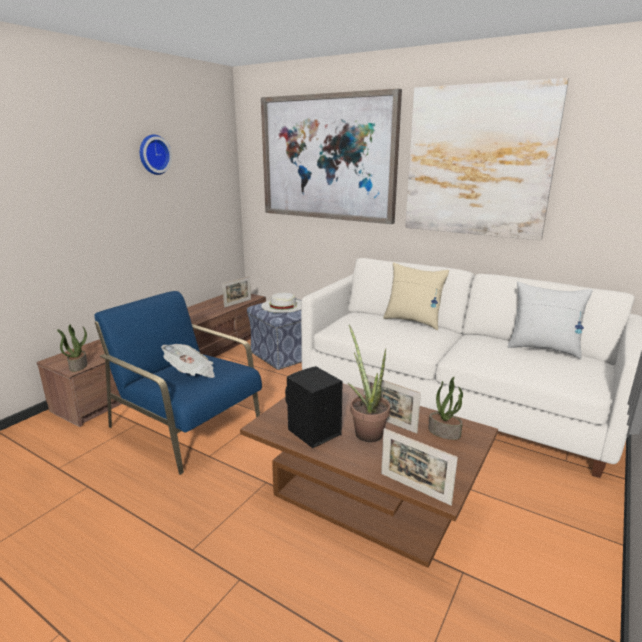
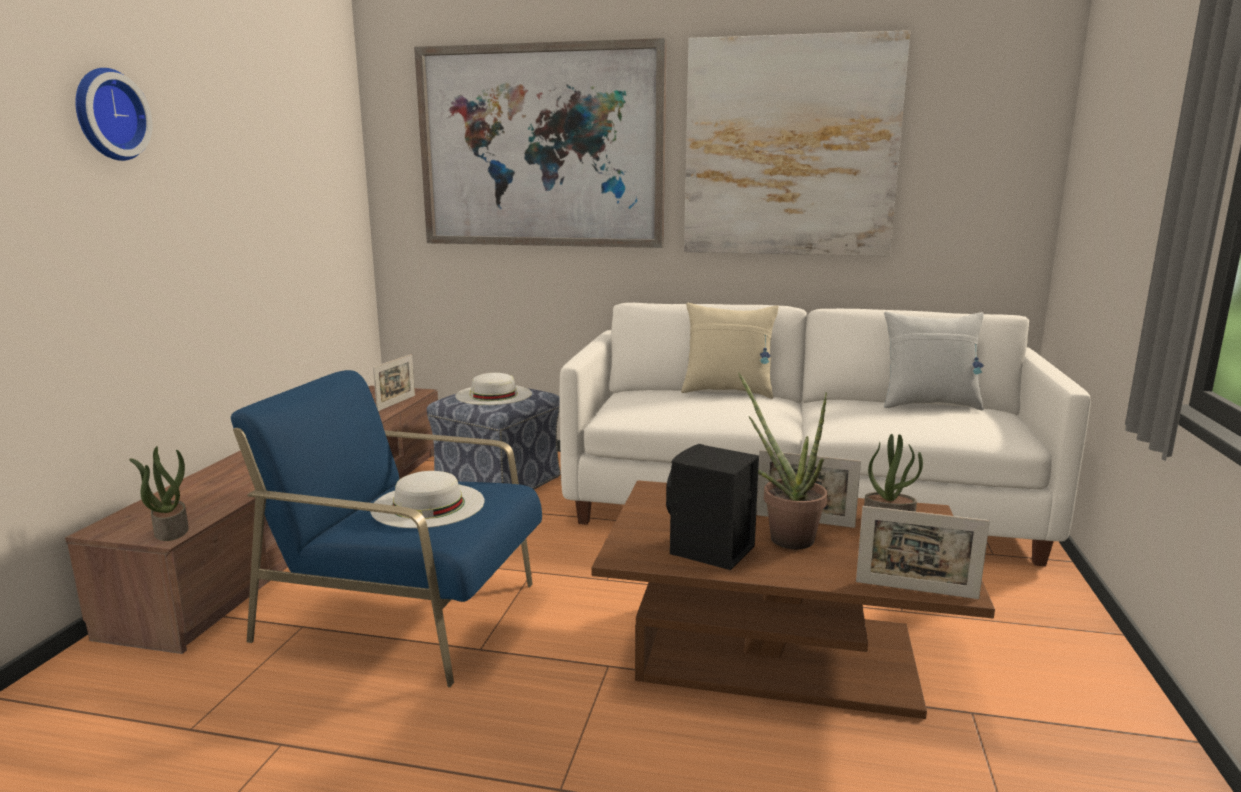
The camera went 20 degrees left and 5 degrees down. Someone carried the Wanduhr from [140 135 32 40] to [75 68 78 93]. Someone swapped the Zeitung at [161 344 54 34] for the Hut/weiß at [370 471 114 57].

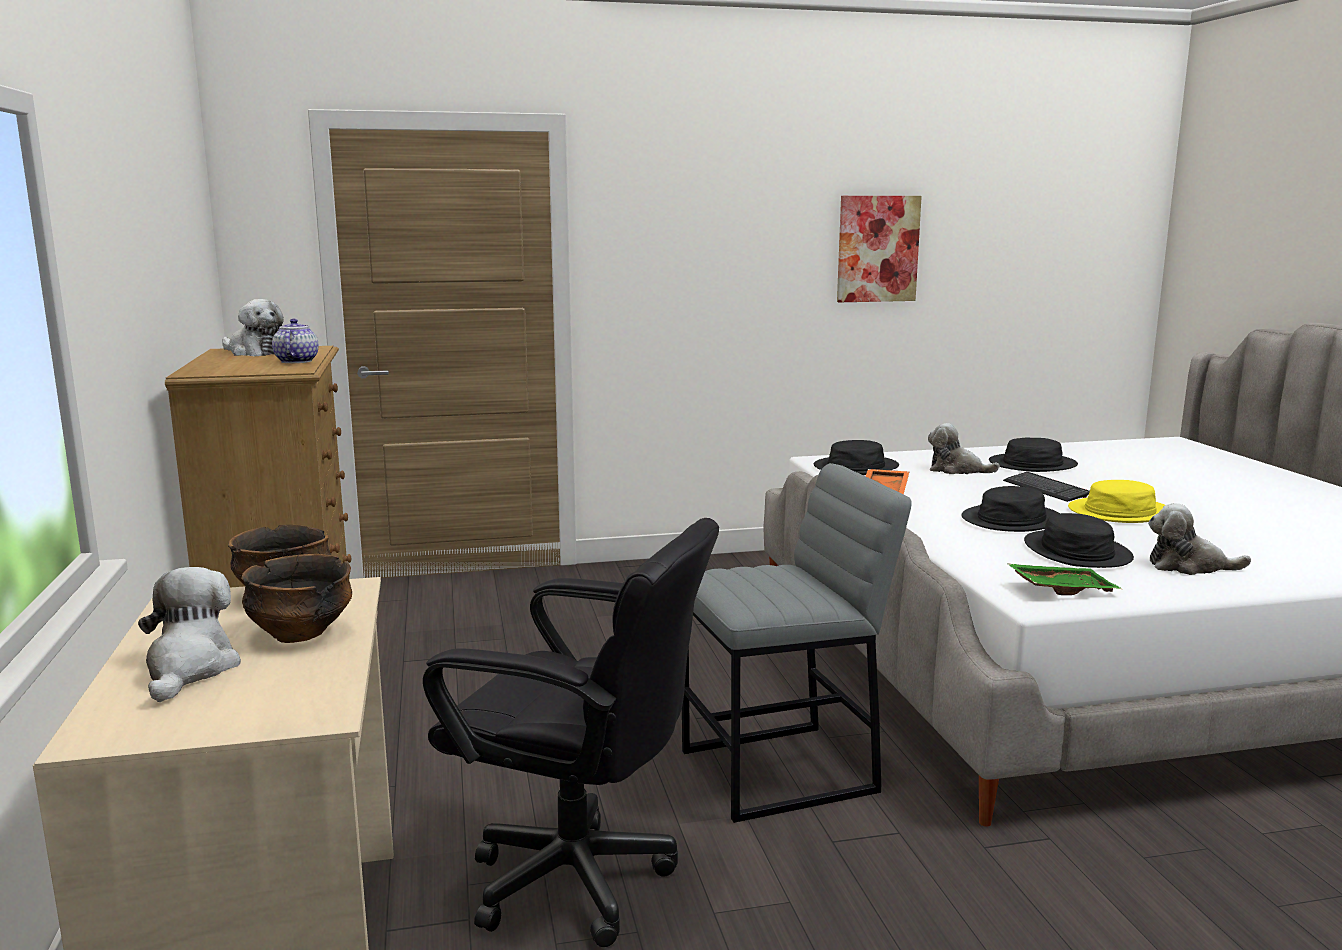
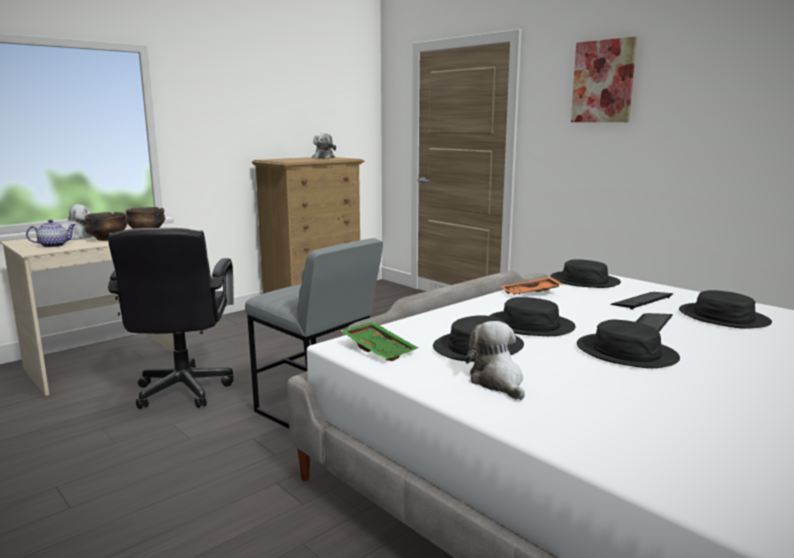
The camera went 60 degrees right and 0 degrees up. Someone carried the Teekanne from [272 319 47 44] to [26 219 50 29]. Someone carried the Bild from [837 196 85 106] to [571 37 66 85]. Someone swapped the Plüschtier at [928 423 72 51] for the Tastatur at [610 292 63 18]. Someone repainted the Hut/gelb at [1068 480 97 43], which became the Hut/schwarz at [577 320 103 48].

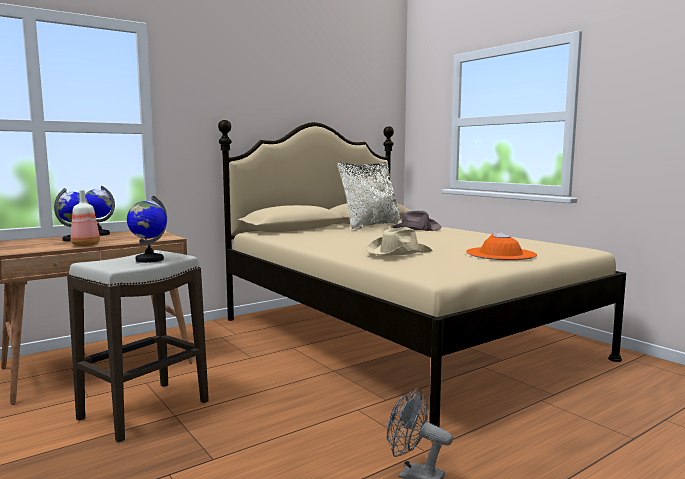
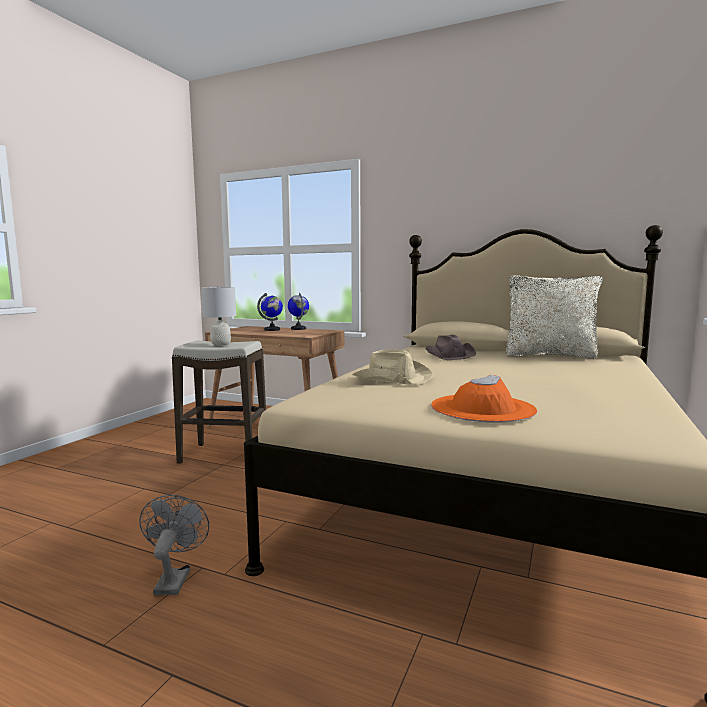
The camera went 60 degrees right and 0 degrees up. Someone took away the Flasche at [70 190 30 56]. Someone carried the Hut/braun from [390 211 52 20] to [425 334 51 26]. Someone swapped the Globus at [127 195 40 68] for the Tischlampe/grau at [201 287 35 59].

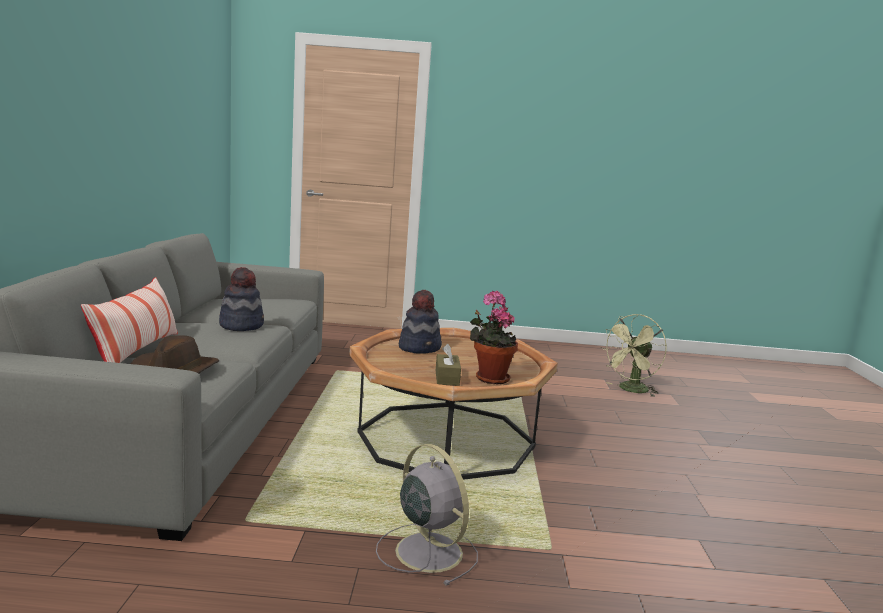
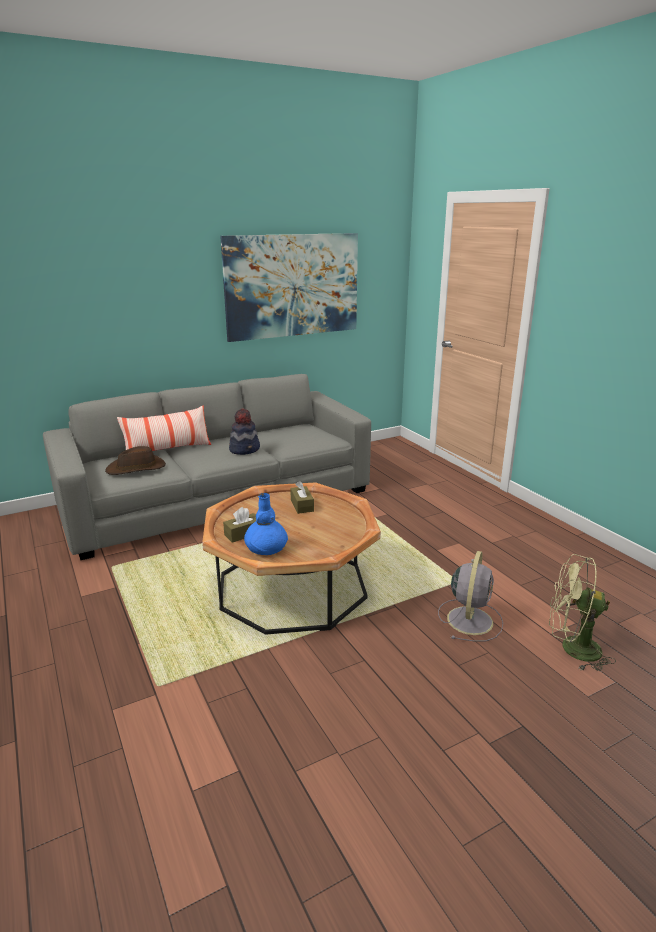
The camera went 60 degrees right and 10 degrees up. Someone put up the Bild at [220 233 138 109]. Someone carried the Ventilator/grau from [376 444 102 142] to [438 551 65 90]. Someone swapped the Hut at [399 290 43 64] for the Taschentuchbox/braun at [290 481 24 33]. Someone swapped the Topfpflanze at [470 291 48 93] for the Vase/blau at [244 493 44 62].

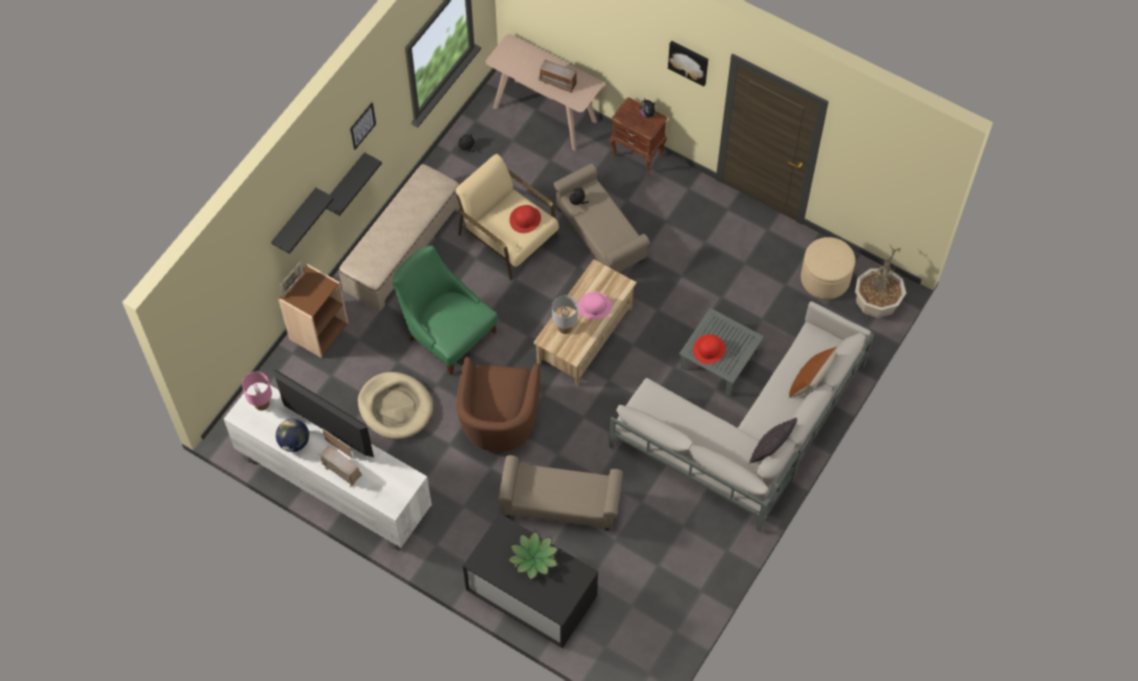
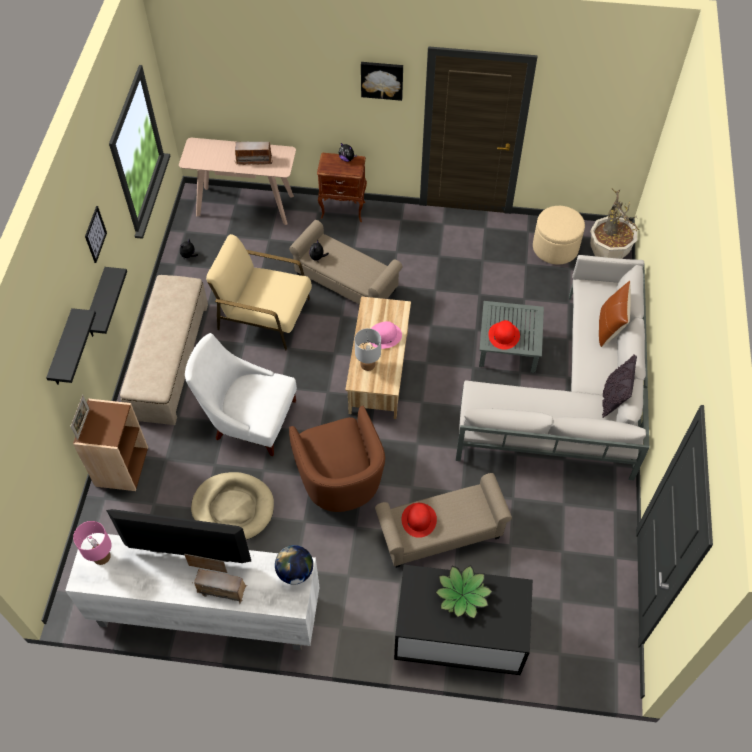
The camera went 25 degrees left and 5 degrees down. Someone carried the Globus from [276 419 33 33] to [275 545 38 40]. Someone carried the Hut/rot from [509 205 32 28] to [402 503 35 35]. Someone repainted the Sessel/grün at [393 246 105 129], which became the Sessel/weiß at [185 333 112 123].

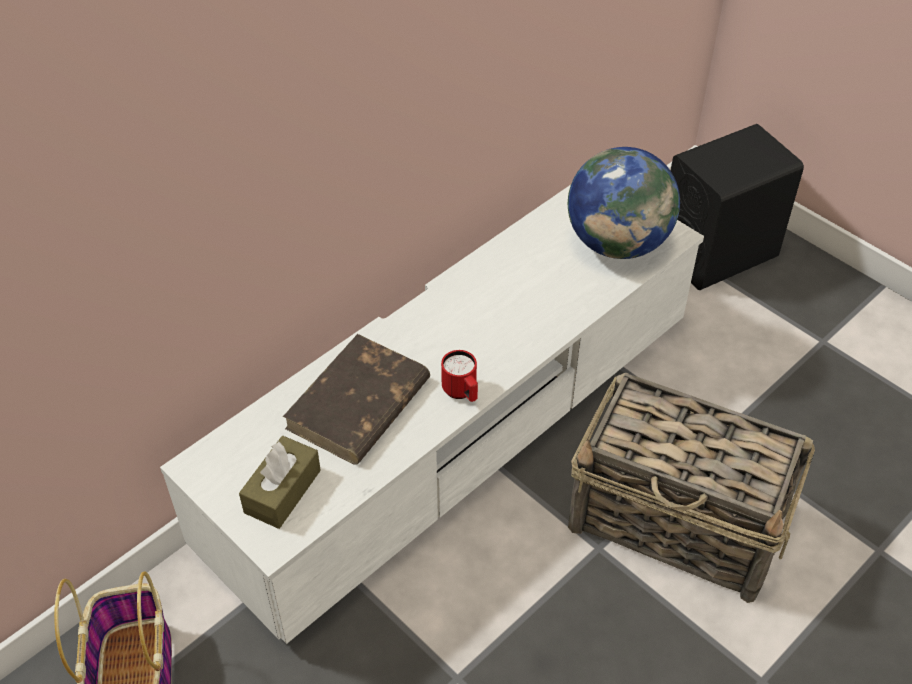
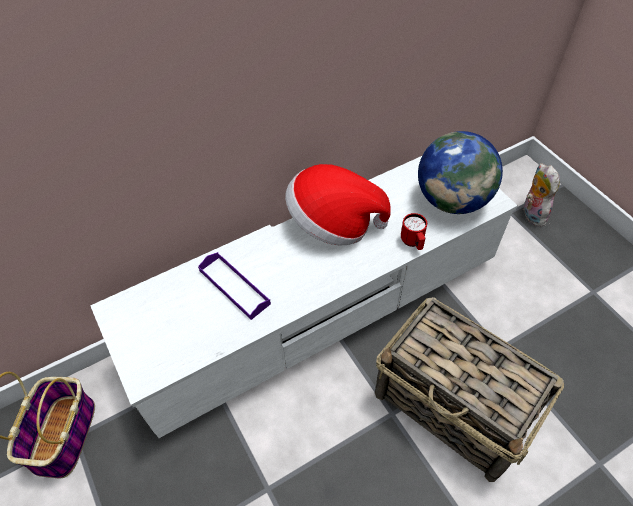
The camera went 15 degrees right and 5 degrees up. Someone took away the Taschentuchbox/braun at [239 436 82 93]. Someone put down the Hut at [285 164 106 81]. Someone carried the Henkelbecher/rot from [441 350 37 52] to [401 213 26 37]. Someone swapped the Buch/braun at [283 334 147 131] for the Tablett/lila at [198 252 73 68]. Someone swapped the Lautsprecher/schwarz at [671 124 133 166] for the Plüschtier at [523 163 37 63].

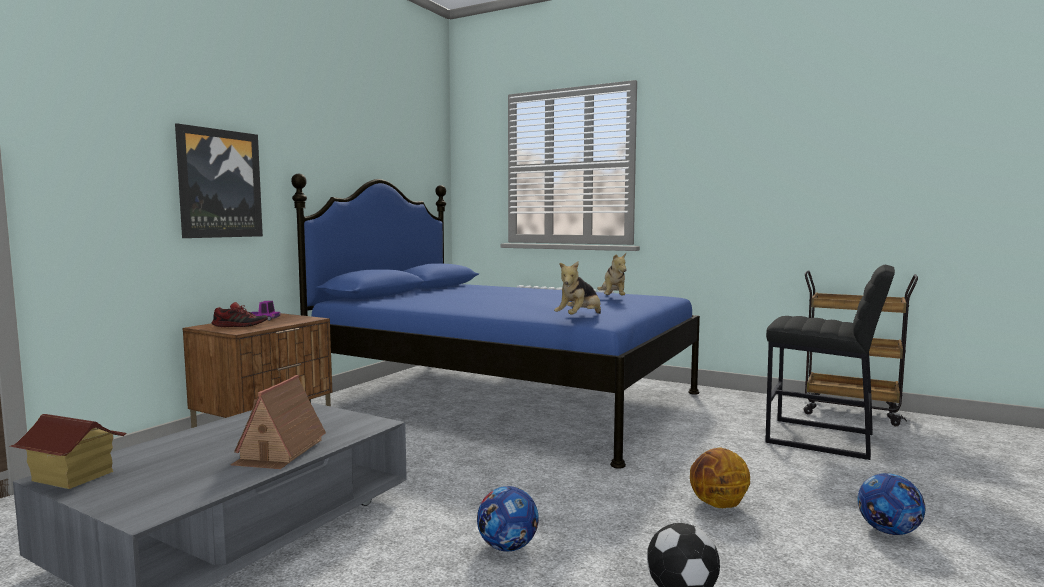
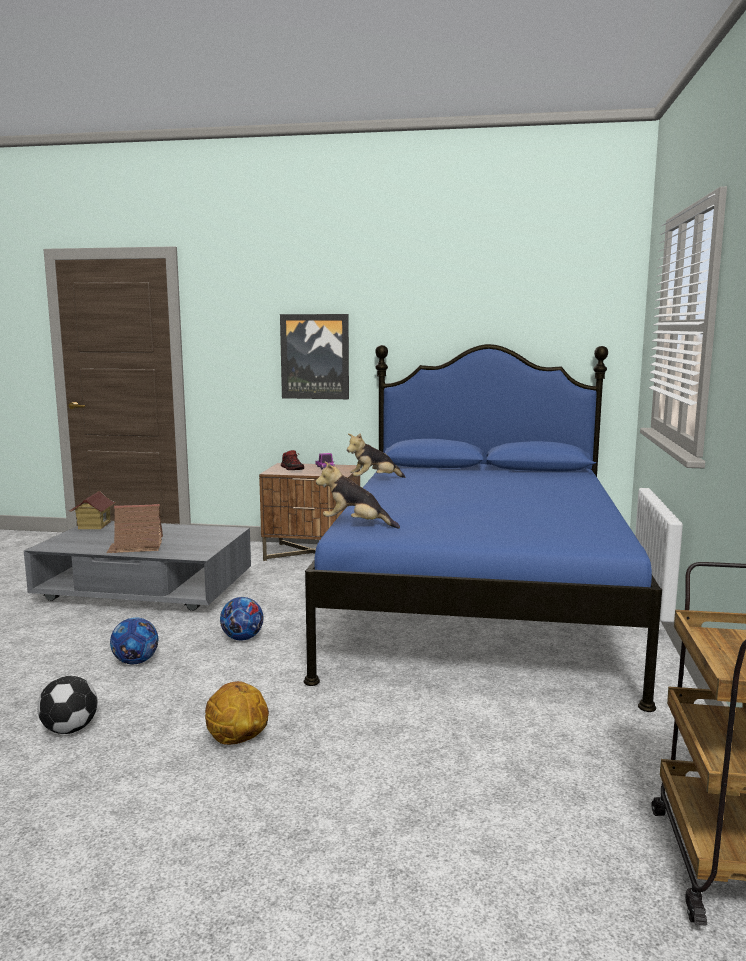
The camera went 70 degrees right and 5 degrees up. Someone took away the Stuhl/schwarz at [765 264 130 196]. Someone carried the Plüschtier from [597 253 30 42] to [347 433 58 45]. Someone carried the Fußball from [858 473 67 62] to [220 597 43 44].

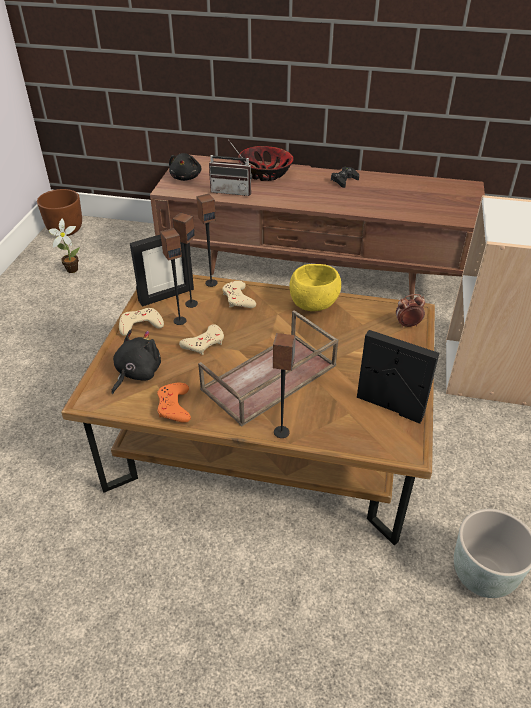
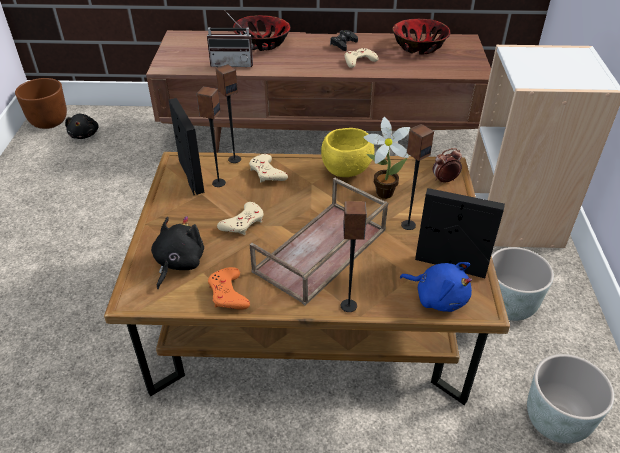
The camera went 10 degrees left and 0 degrees up. Someone put down the Schüssel at [392 19 58 35]. Someone put down the Plüschtier/blau at [400 262 72 50]. Someone put down the Pflanzkübel/grau at [491 247 63 74]. Someone carried the Topfpflanze from [49 218 31 55] to [363 117 47 82]. Someone carried the Gamepad/beige from [119 308 45 28] to [344 48 34 20]. Someone carried the Lautsprecher from [160 228 27 97] to [401 124 33 106]. Someone carried the Plüschtier/schwarz from [169 153 32 28] to [65 114 33 25]. Someone rotated the Bilderrahmen at [130 234 64 73] by 75 degrees counterclockwise.

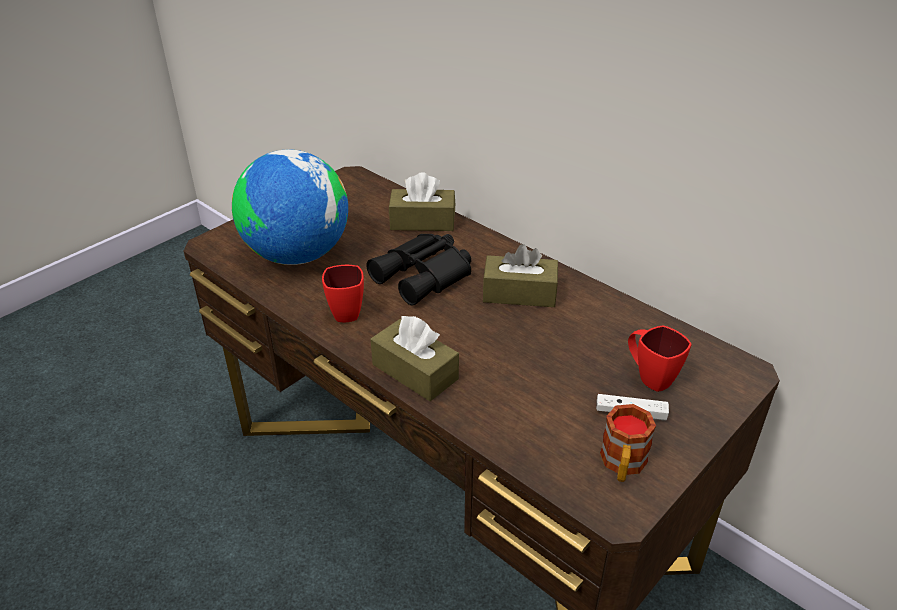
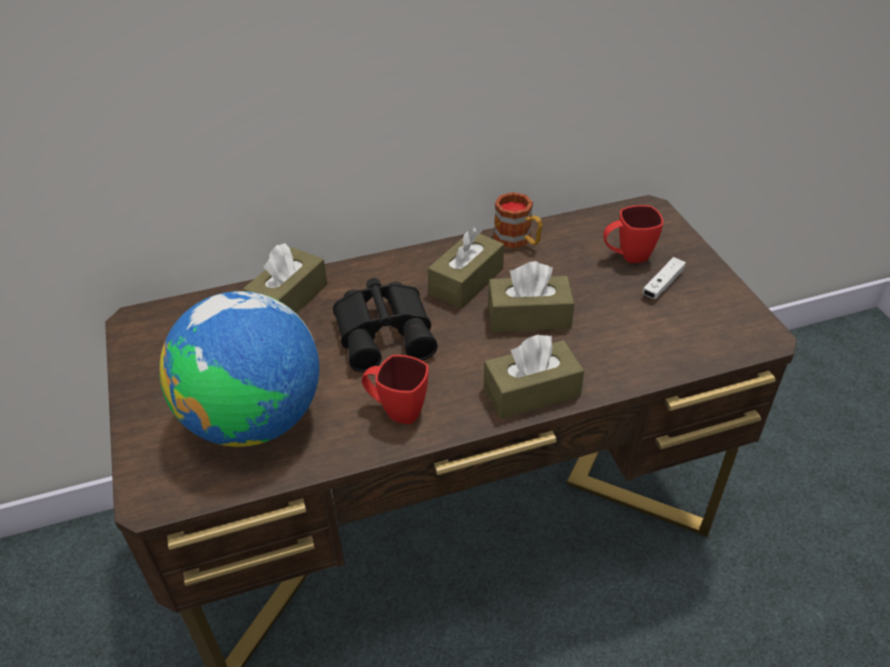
The camera went 60 degrees left and 5 degrees up. Someone put down the Taschentuchbox/braun at [488 261 86 71]. Someone carried the Henkelbecher from [600 404 56 78] to [494 192 49 57].

